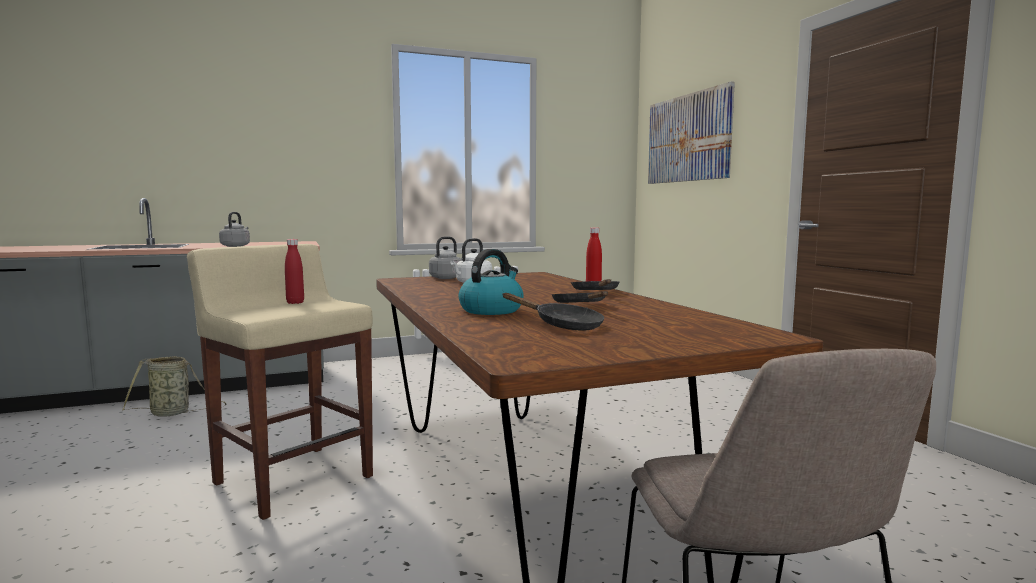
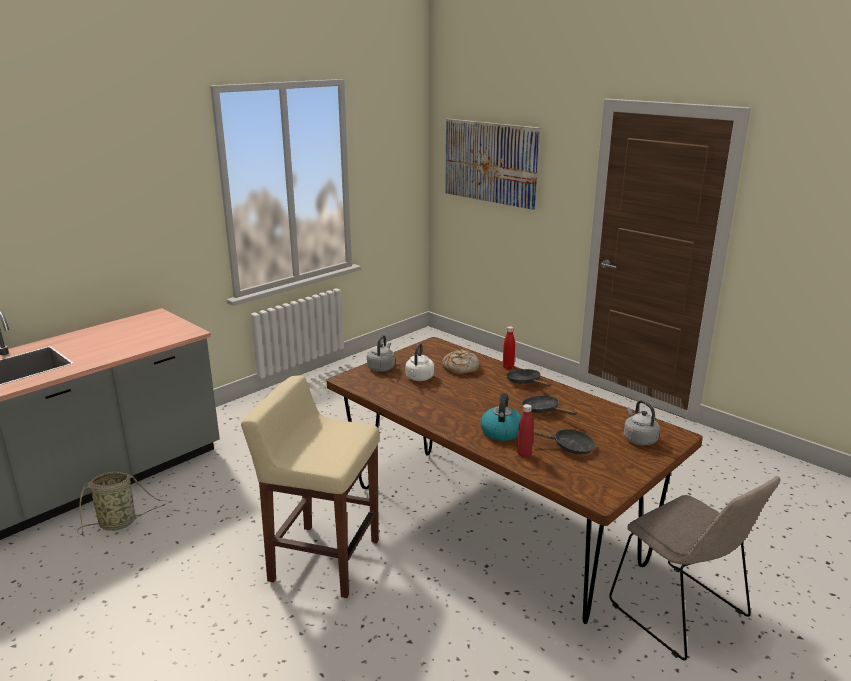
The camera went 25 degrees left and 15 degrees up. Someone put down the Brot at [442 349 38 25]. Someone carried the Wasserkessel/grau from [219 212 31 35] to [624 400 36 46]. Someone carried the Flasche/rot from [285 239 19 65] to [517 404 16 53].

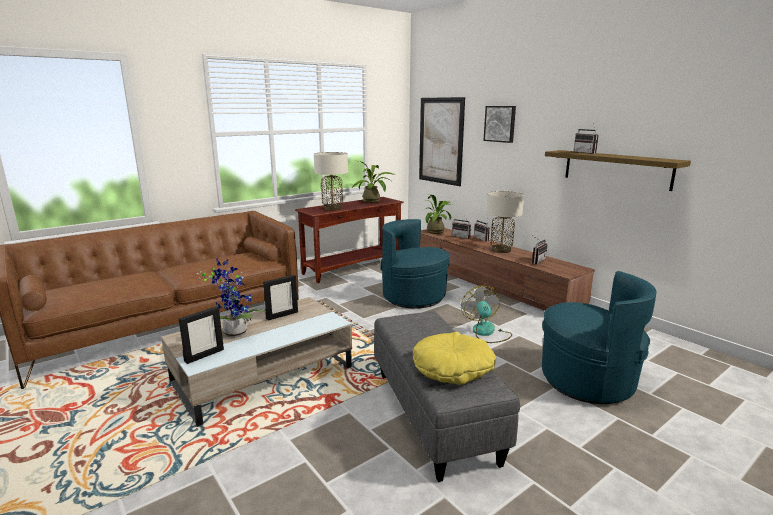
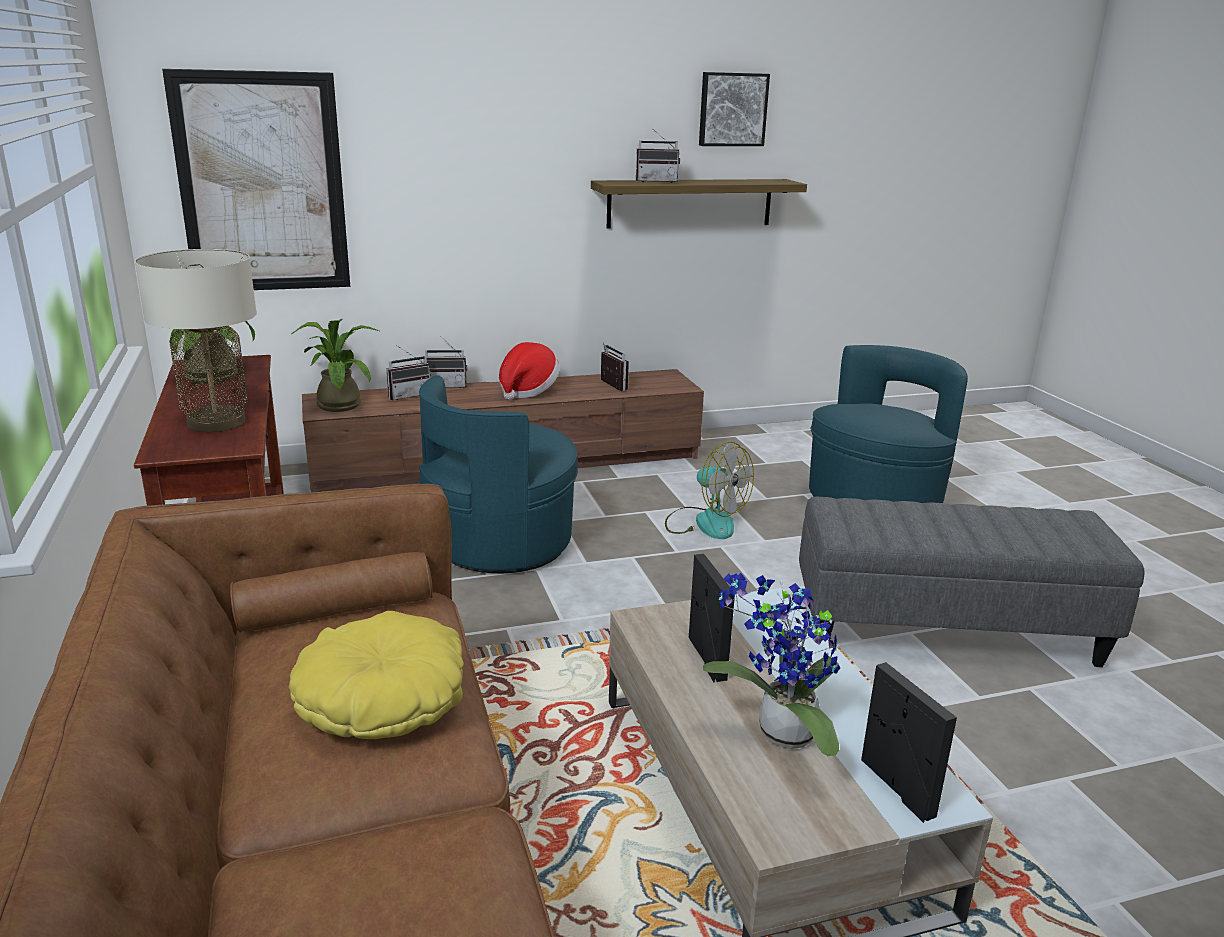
The camera went 70 degrees left and 5 degrees up. Someone carried the Kissen/gelb from [413 332 83 53] to [289 611 175 128]. Someone carried the Bild from [483 106 33 37] to [699 72 71 74]. Someone swapped the Tischlampe at [486 191 38 62] for the Hut at [499 342 61 58]. Someone rotated the Ventilator at [461 286 51 57] by 150 degrees counterclockwise.

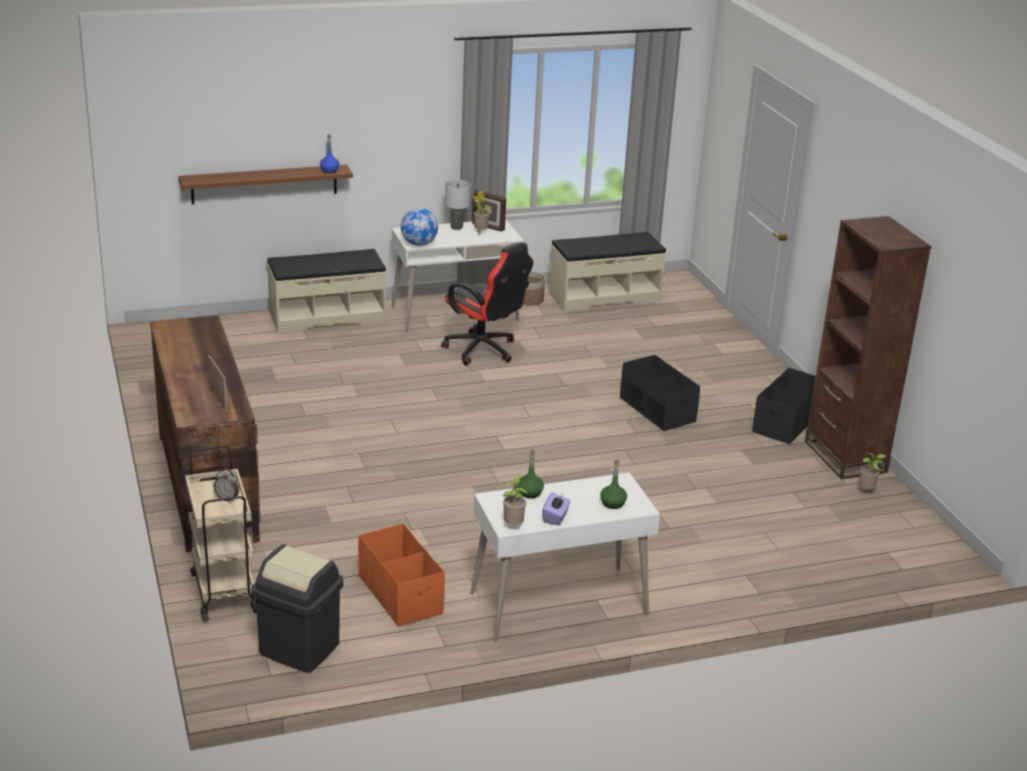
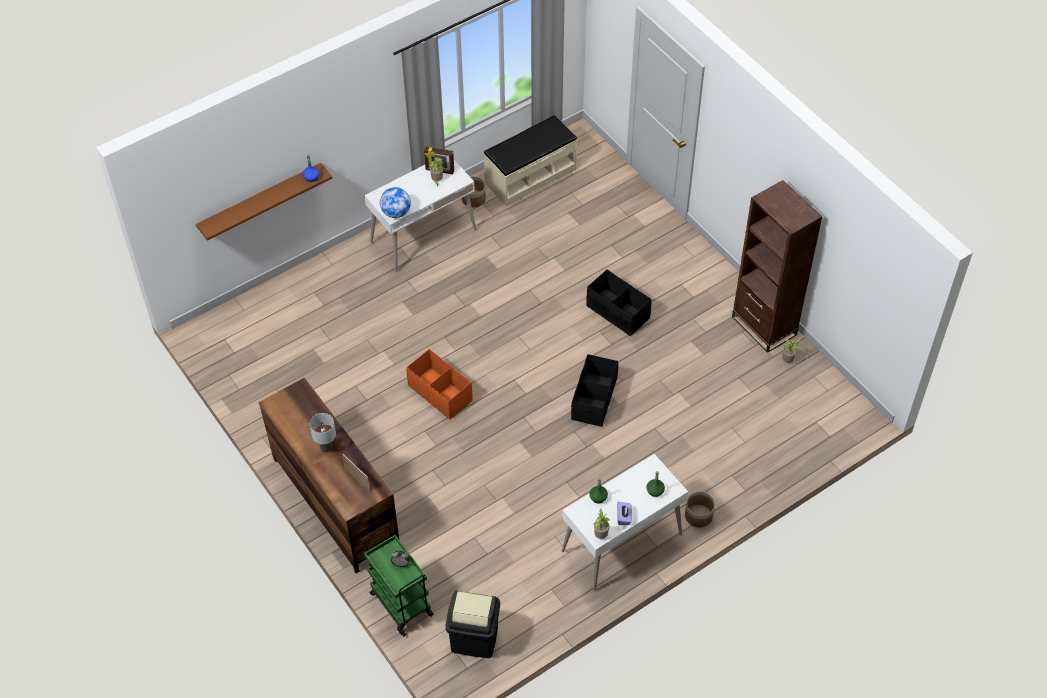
The camera went 15 degrees left and 25 degrees up. Someone took away the Bank/beige at [267 249 119 84]. Someone took away the Bürostuhl/schwarz at [441 242 93 124]. Someone put down the Pflanzkübel at [685 492 30 35]. Someone carried the Aufbewahrungsbox/orange from [358 524 87 102] to [406 349 67 71]. Someone carried the Tischlampe/weiß from [445 180 26 50] to [310 413 26 39]. Someone carried the Aufbewahrungsbox/schwarz from [752 368 64 76] to [571 354 47 73]. Someone repainted the Rollwagen/beige at [185 445 72 176], which became the Rollwagen/grün at [364 525 69 112].

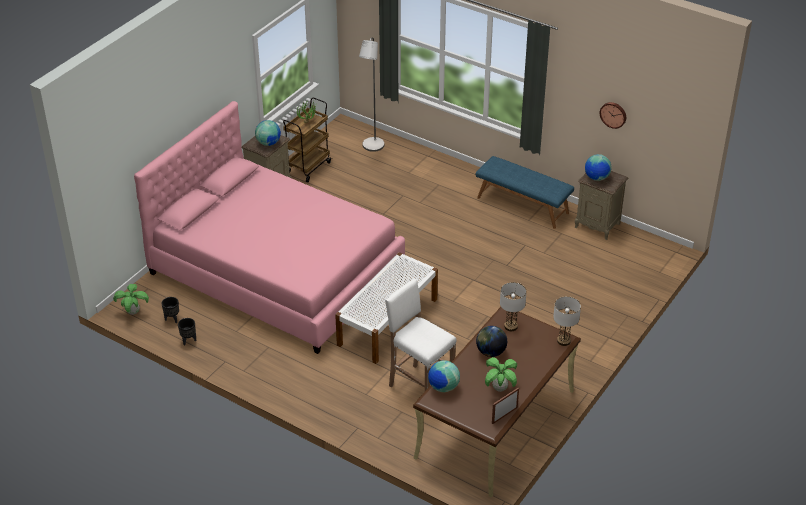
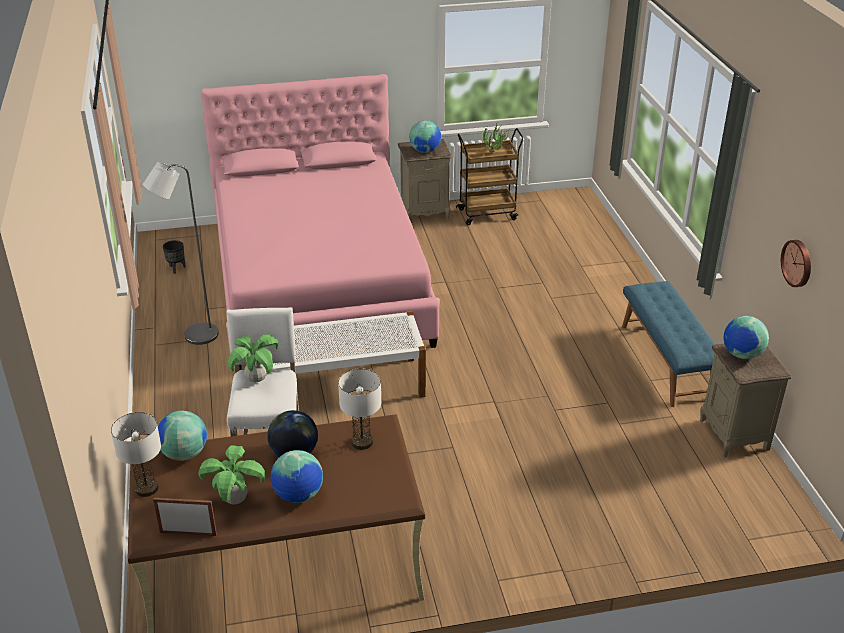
The camera went 45 degrees right and 5 degrees down. Someone took away the Pflanzkübel/schwarz at [178 318 18 27]. Someone put down the Globus at [271 450 52 53]. Someone carried the Topfpflanze from [113 284 36 31] to [228 334 51 48]. Someone carried the Stehlampe/grau from [359 37 25 115] to [143 162 76 183]. Someone carried the Tischlampe from [553 296 28 50] to [111 412 50 85].

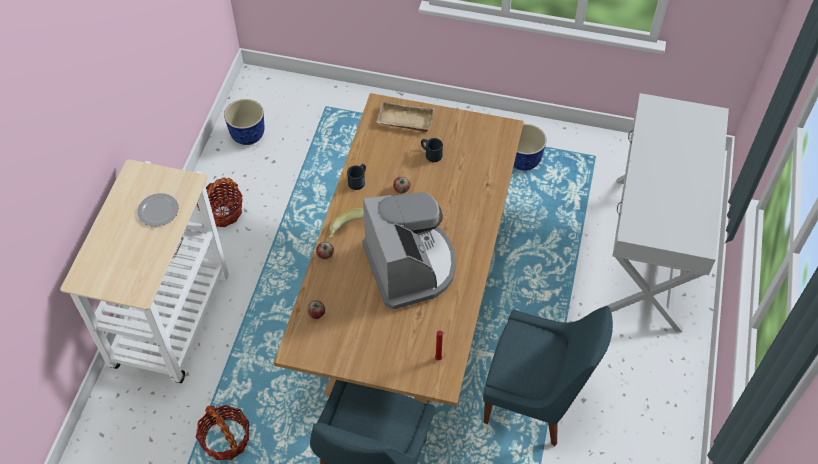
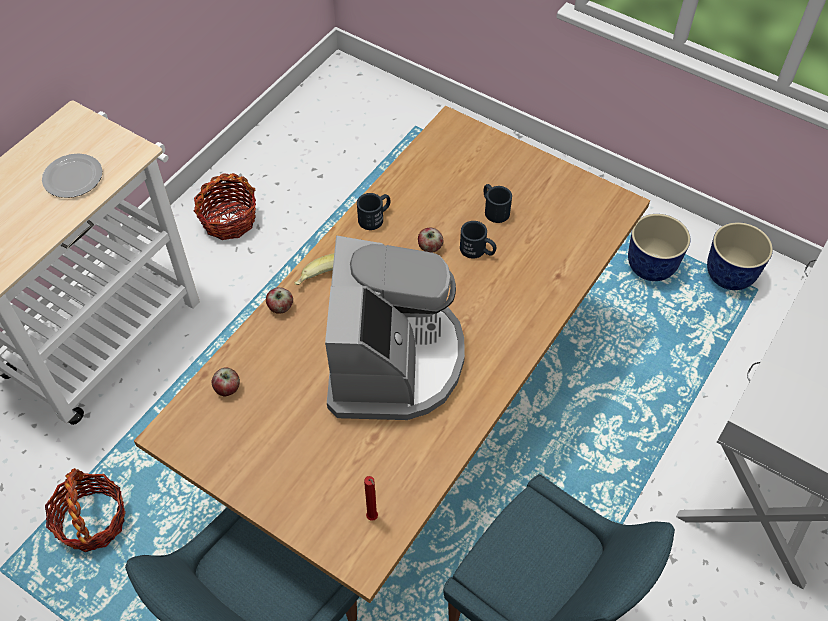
The camera went 20 degrees right and 0 degrees up. Someone took away the Tablett/beige at [376 101 59 31]. Someone put down the Henkelbecher/schwarz at [460 221 36 38]. Someone carried the Pflanzkübel from [224 99 40 46] to [707 222 66 68].

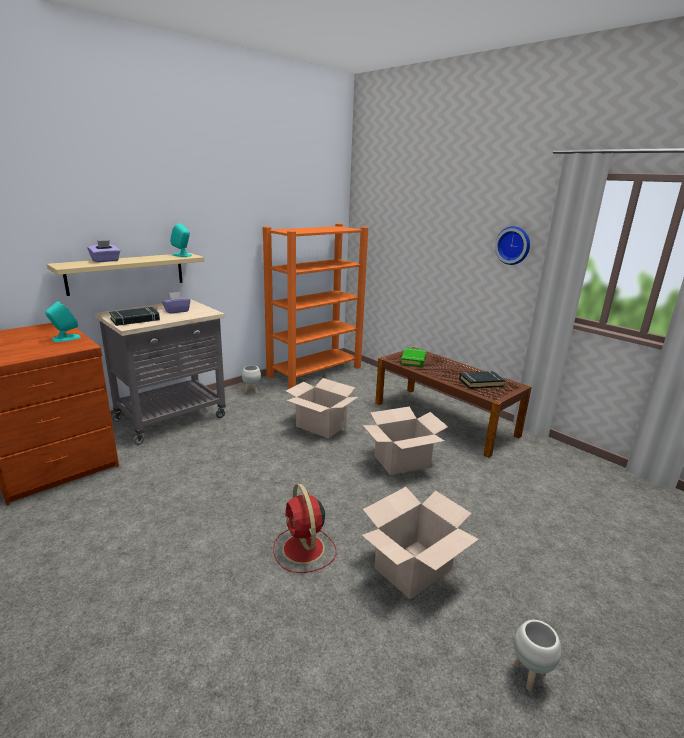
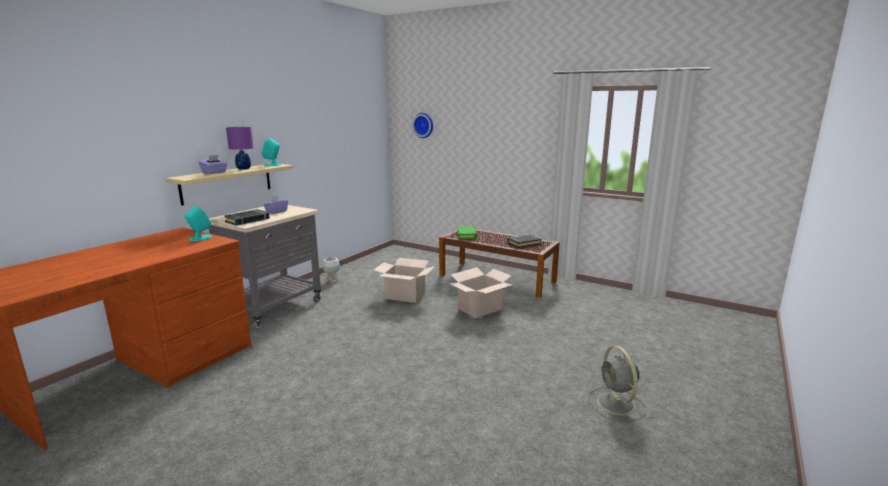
The camera went 15 degrees left and 5 degrees down. Someone took away the Bücherregal/orange at [263 223 105 165]. Someone took away the Ventilator/rot at [273 484 64 89]. Someone took away the Karton at [362 487 117 112]. Someone put down the Tischlampe/lila at [226 127 28 43]. Someone carried the Wanduhr from [495 226 35 39] to [412 113 21 25]. Someone swapped the Pflanzkübel/weiß at [514 620 47 71] for the Ventilator/grau at [588 346 59 76].

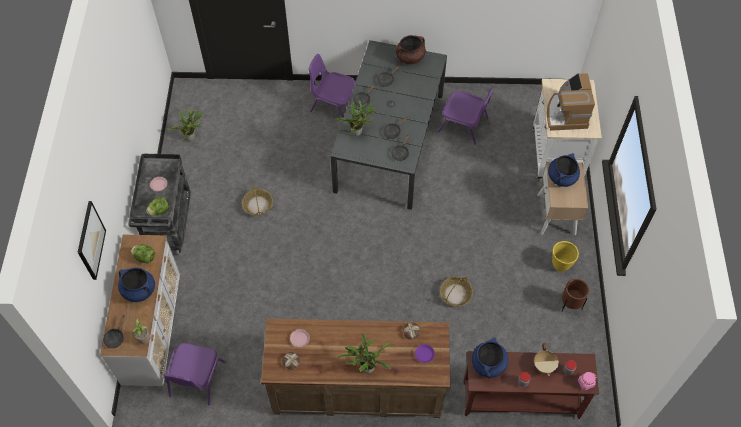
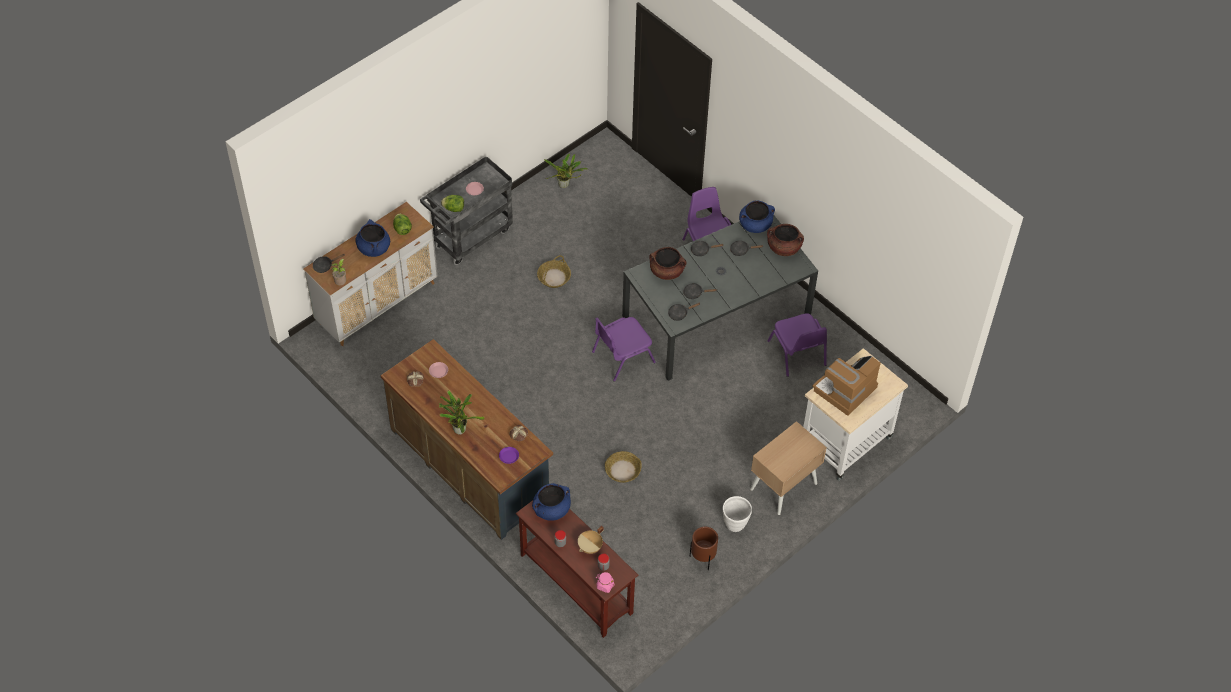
The camera went 45 degrees right and 5 degrees down. Someone took away the Bild at [78 201 28 79]. Someone carried the Stuhl/lila from [163 343 63 62] to [592 317 64 65]. Someone carried the Kochtopf/blau from [548 153 32 34] to [739 200 36 33]. Someone swapped the Topfpflanze at [335 100 41 36] for the Kochtopf/braun at [649 247 38 33]. Someone repainted the Pflanzkübel/gelb at [552 241 27 31], which became the Pflanzkübel/weiß at [723 496 29 36].

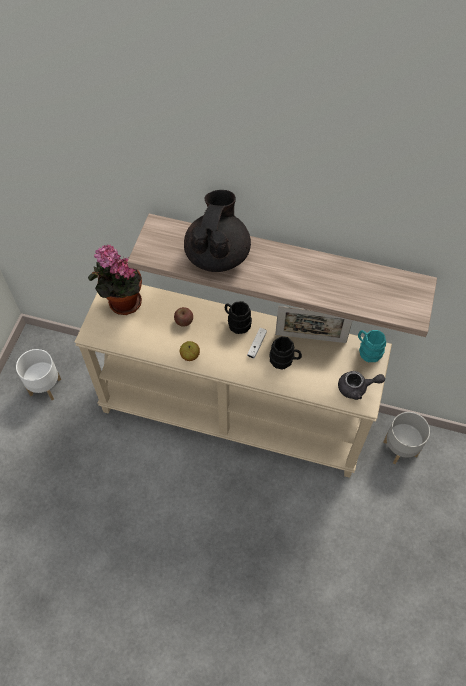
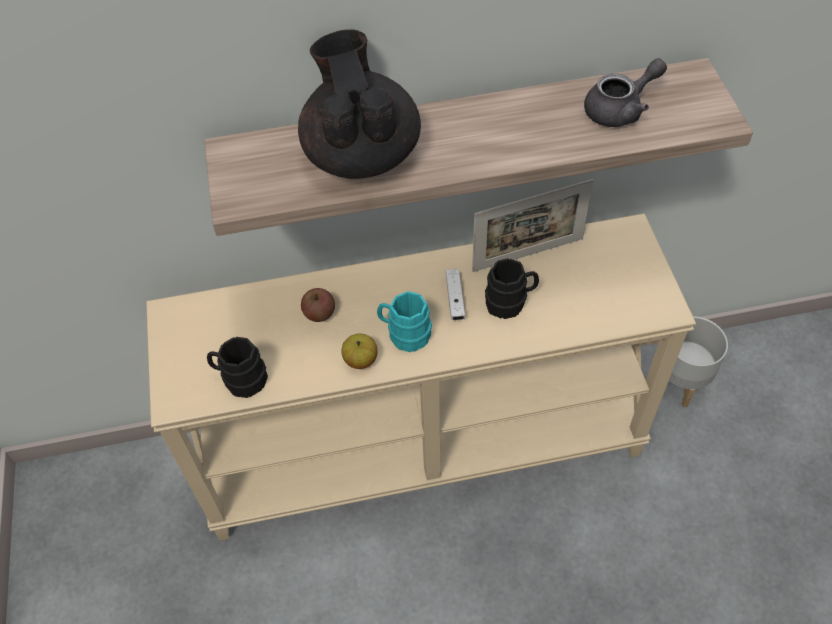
The camera went 25 degrees left and 5 degrees down. Someone took away the Pflanzkübel/weiß at [16 349 45 51]. Someone took away the Topfpflanze at [88 245 54 70]. Someone carried the Henkelbecher/schwarz from [225 301 27 33] to [207 337 61 61]. Someone carried the Teekanne/grau from [338 371 47 29] to [584 58 83 69]. Someone carried the Henkelbecher/türkis from [358 330 28 32] to [377 291 55 61].

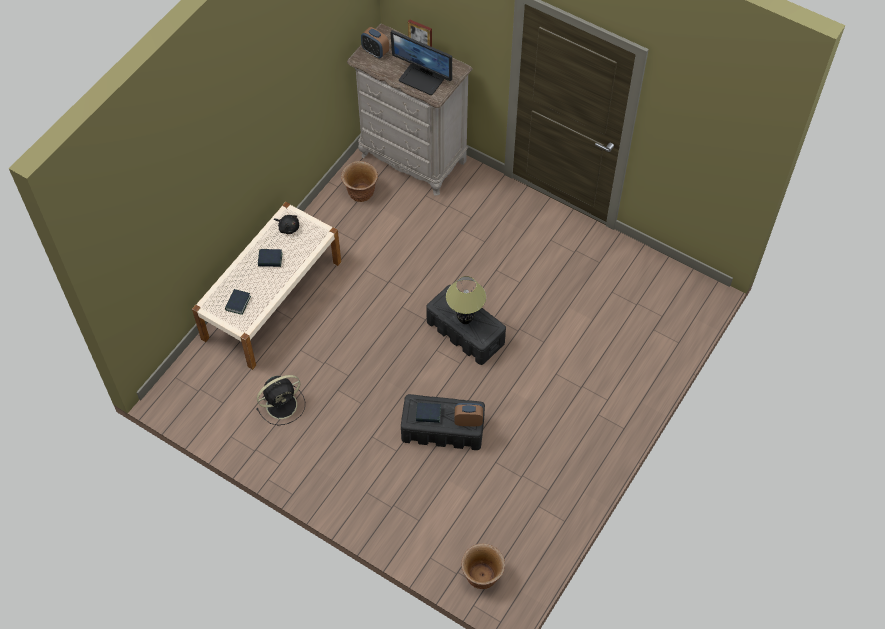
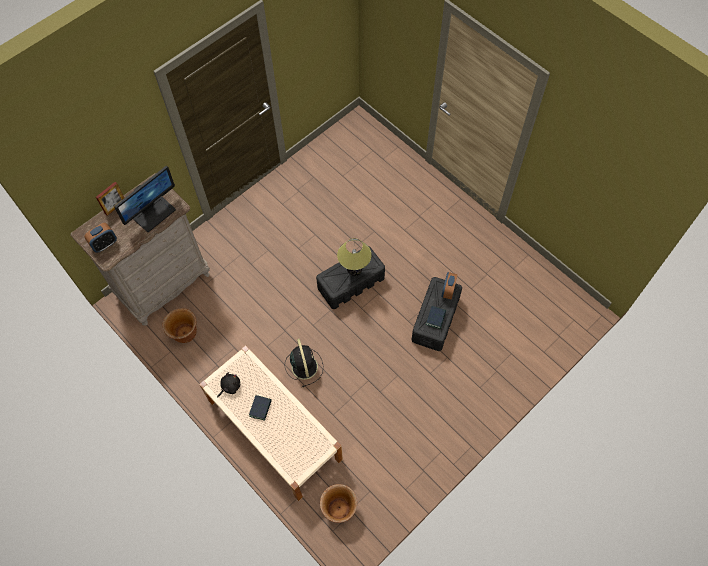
The camera went 75 degrees left and 5 degrees up. Someone took away the Buch at [225 289 26 26]. Someone carried the Ventilator/schwarz from [256 375 49 51] to [285 338 38 49]. Someone carried the Pflanzkübel/braun from [461 543 44 46] to [320 484 37 39].

